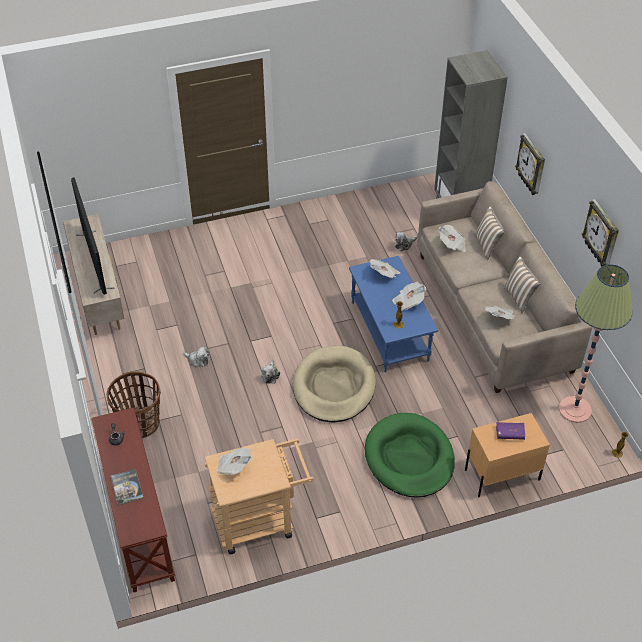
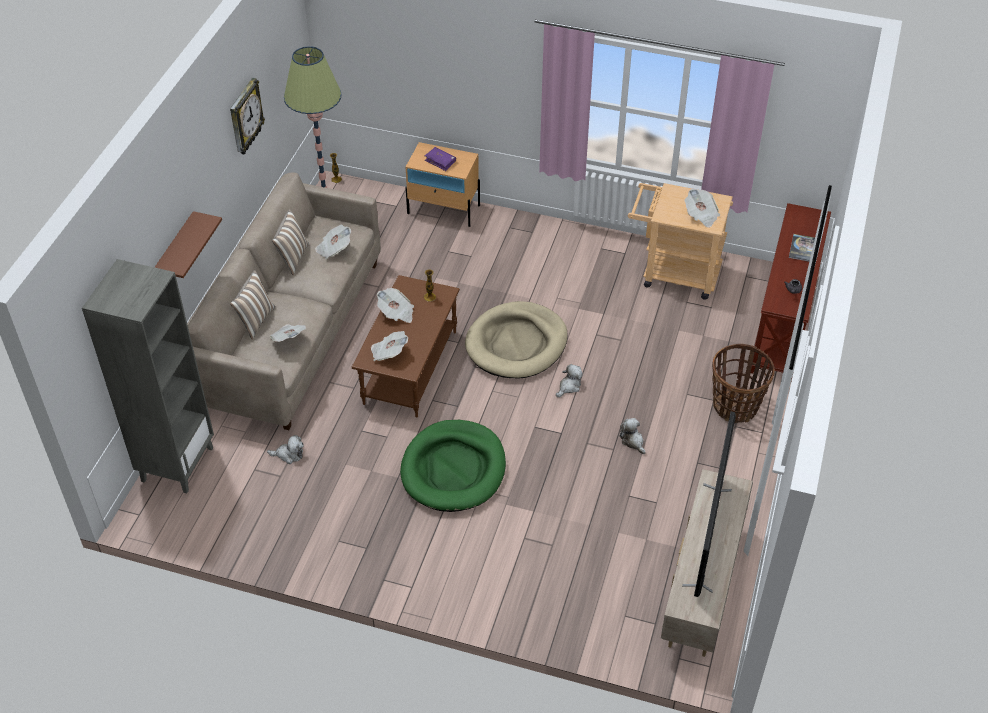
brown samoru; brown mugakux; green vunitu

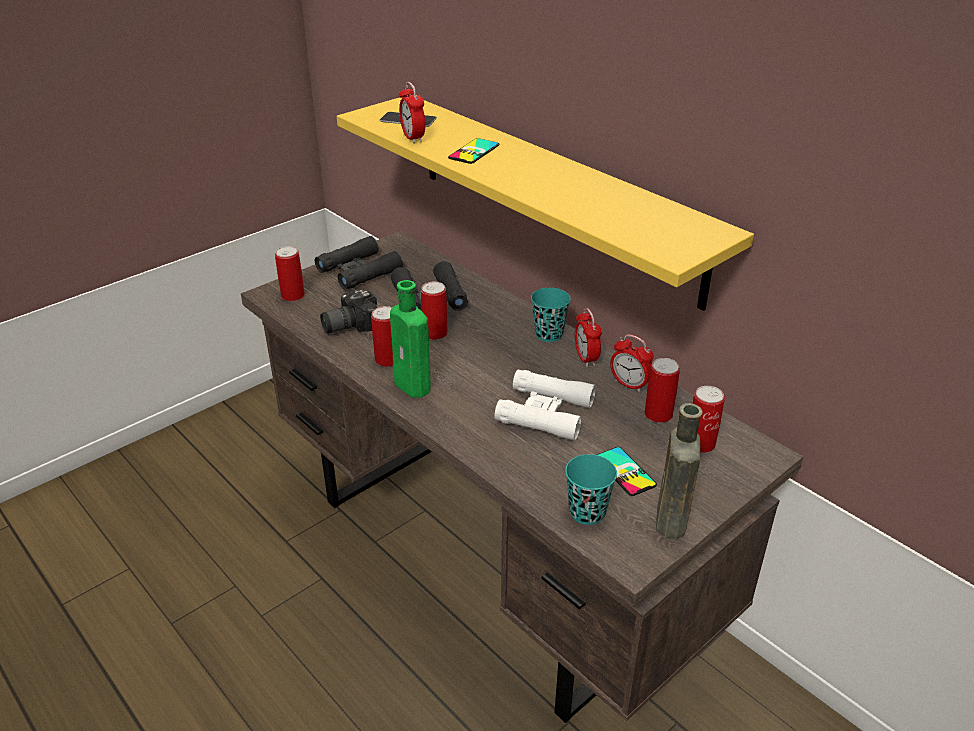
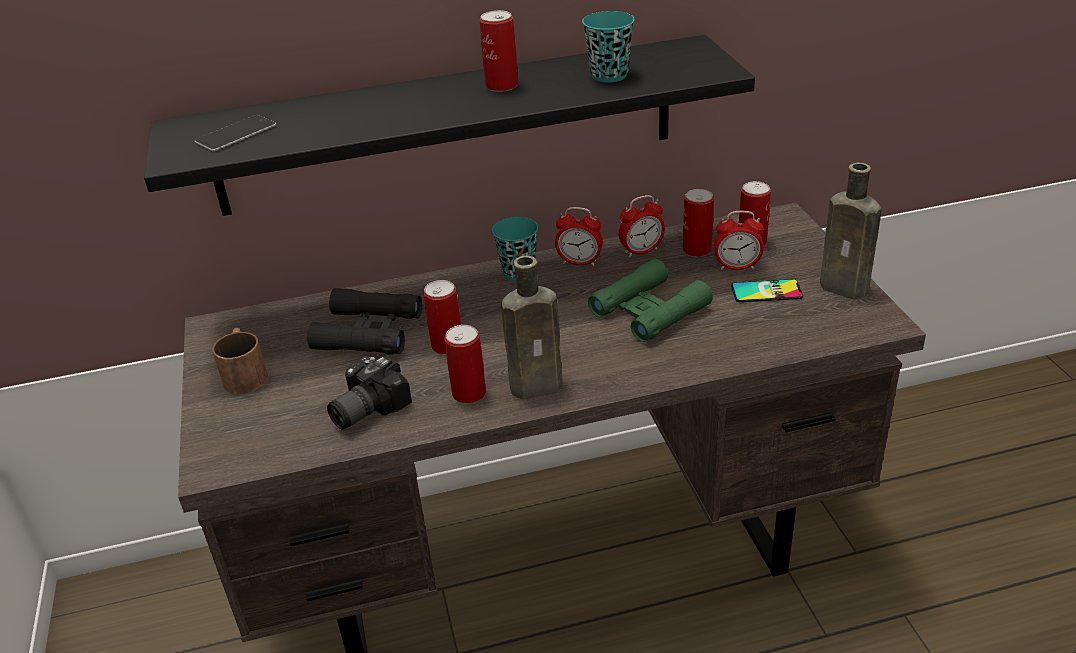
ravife (3rd from left); black samoru; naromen (2nd from left in the first image); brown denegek; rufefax (3rd from left); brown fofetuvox (1st from left); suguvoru; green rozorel; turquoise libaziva (2nd from left)

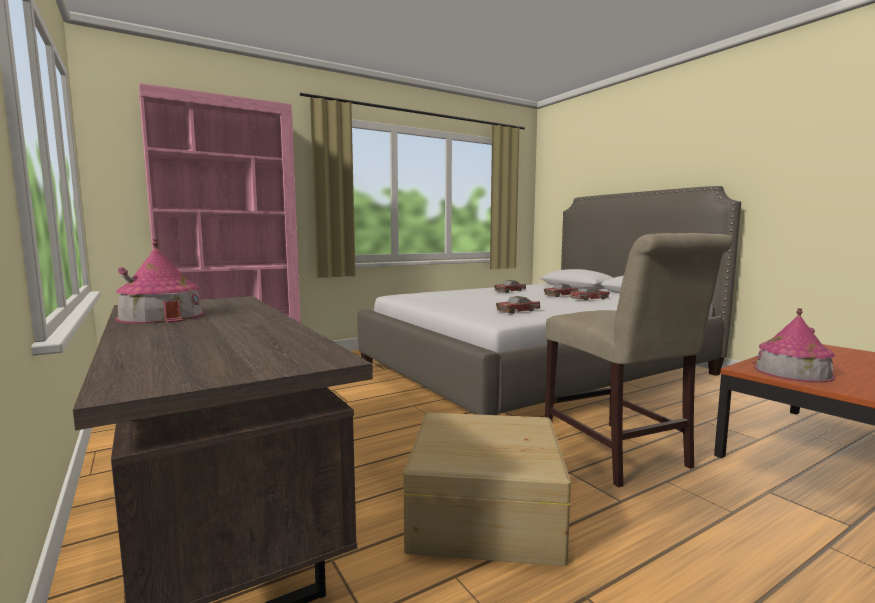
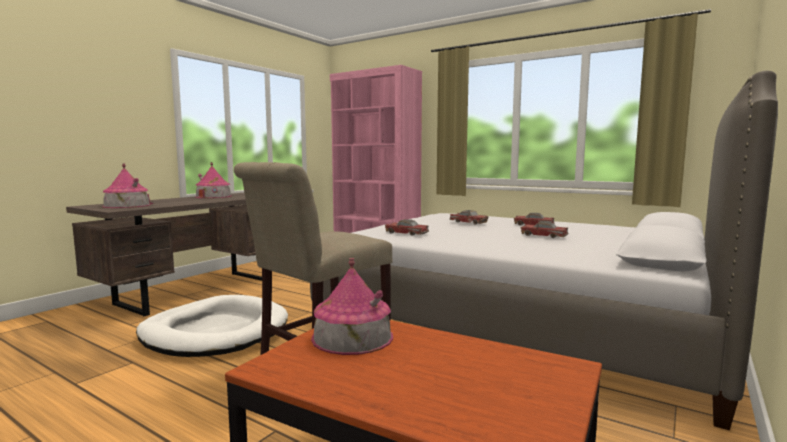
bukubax (2nd from left); white vunitu; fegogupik (1st from left)

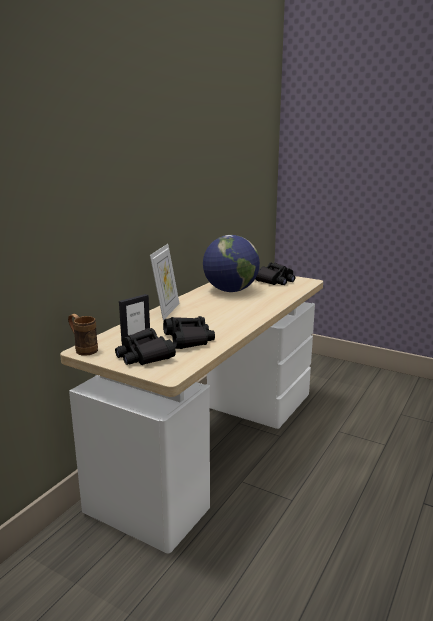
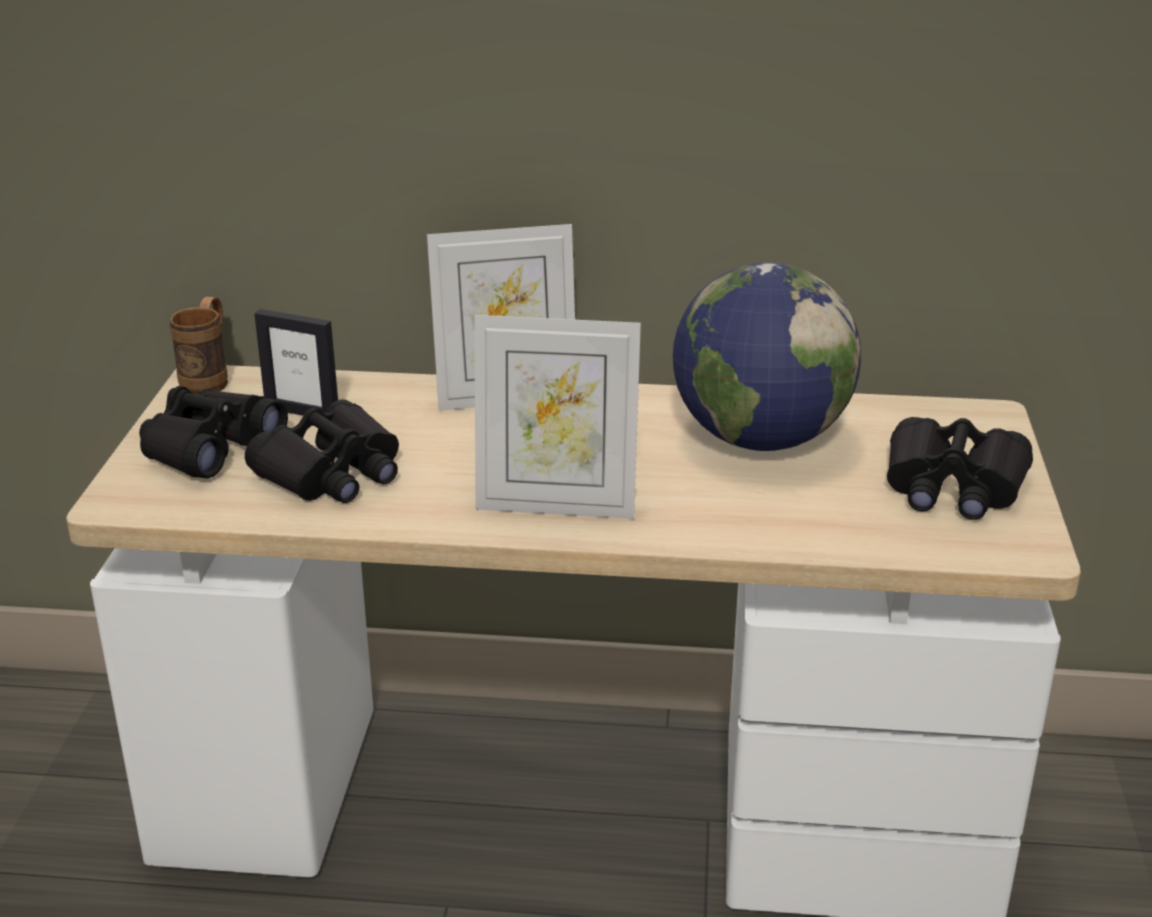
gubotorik (3rd from left)

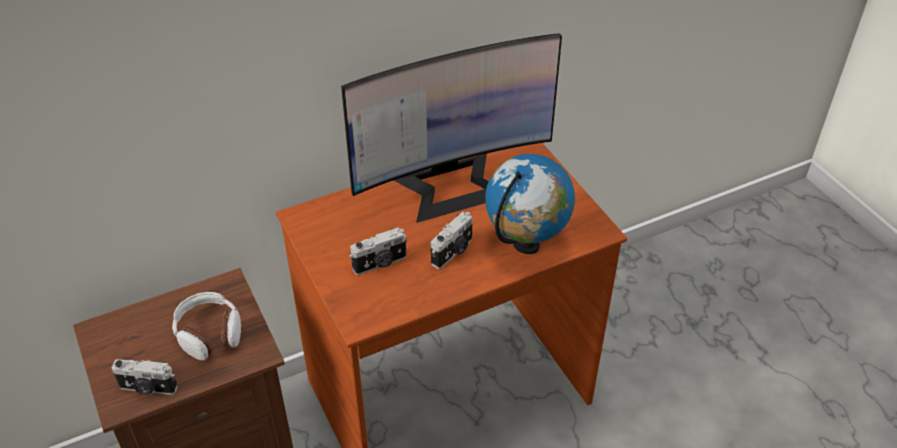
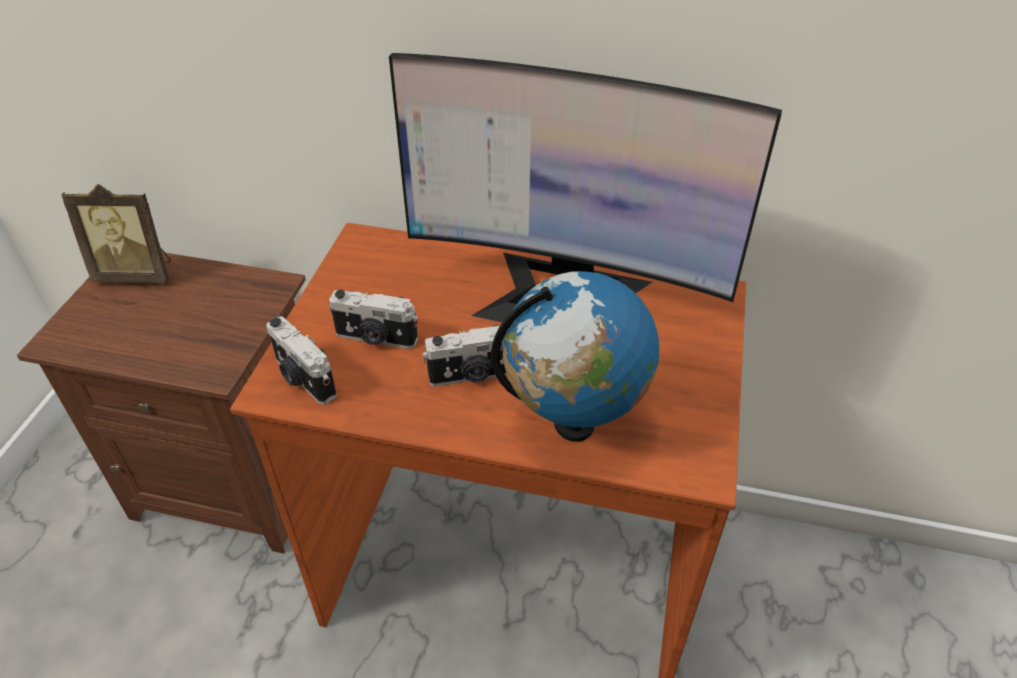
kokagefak; suguvoru (1st from left); gubotorik

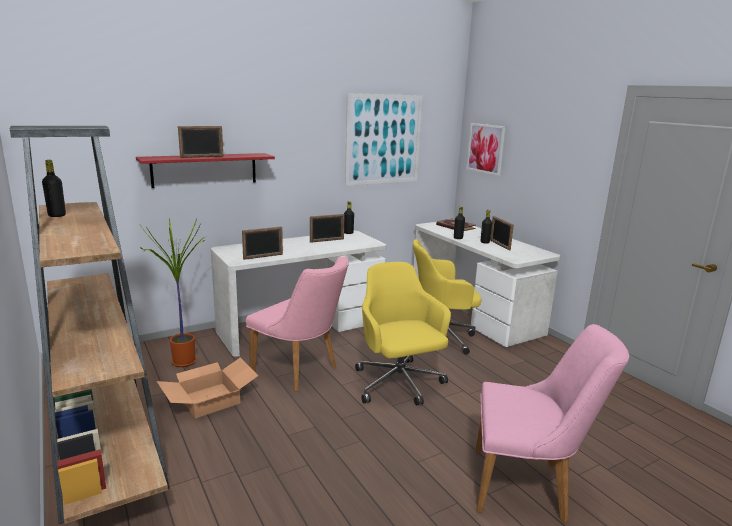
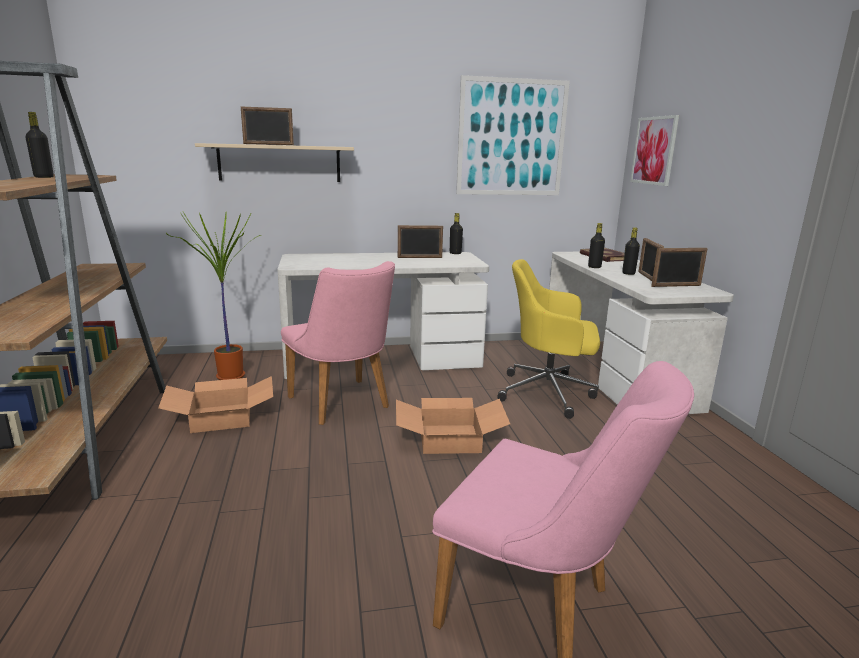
beige samoru; gubotorik (4th from left); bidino (2nd from left)

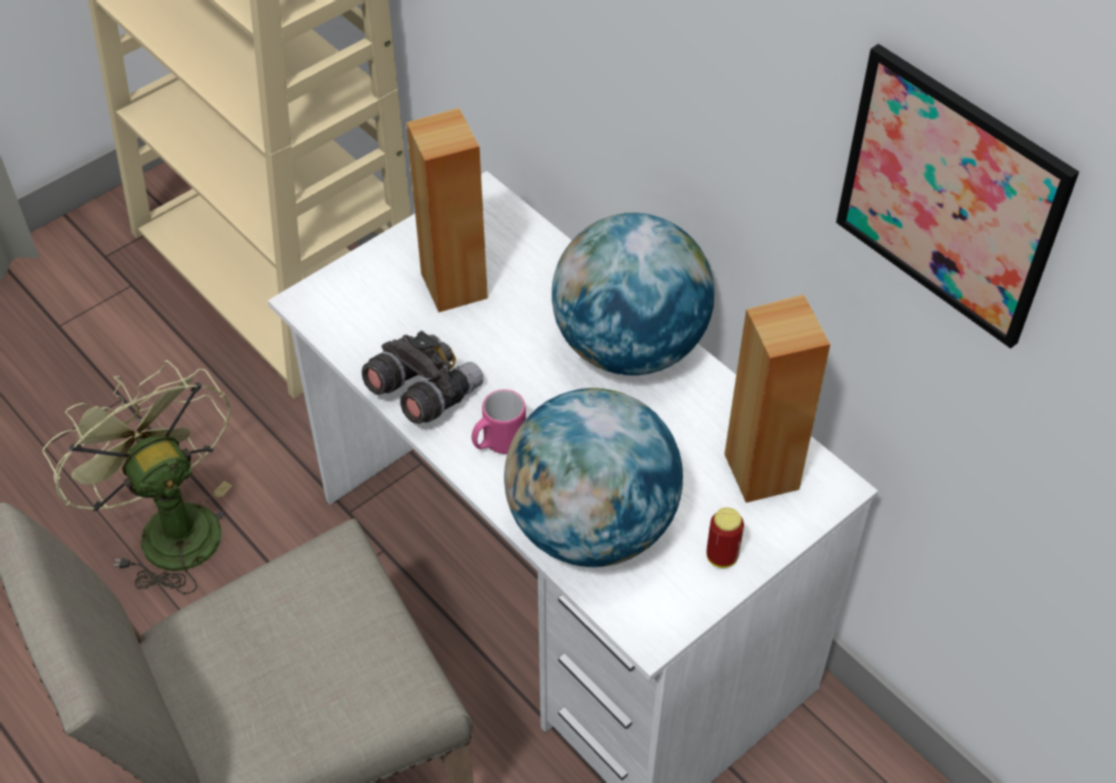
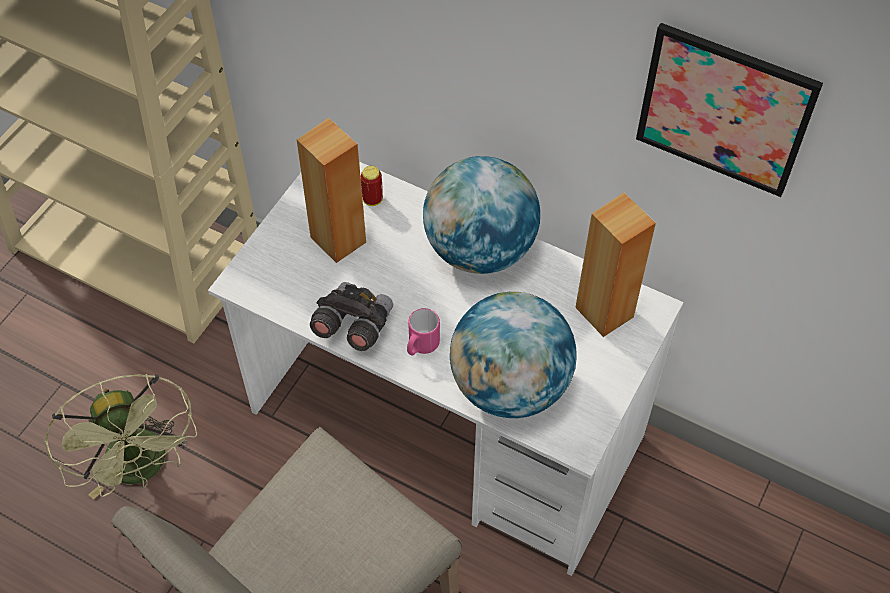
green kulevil; rufefax

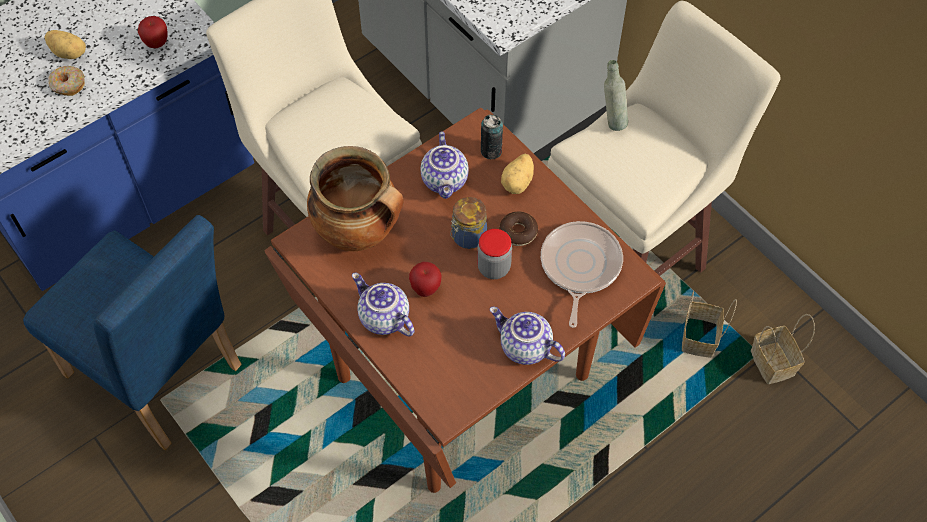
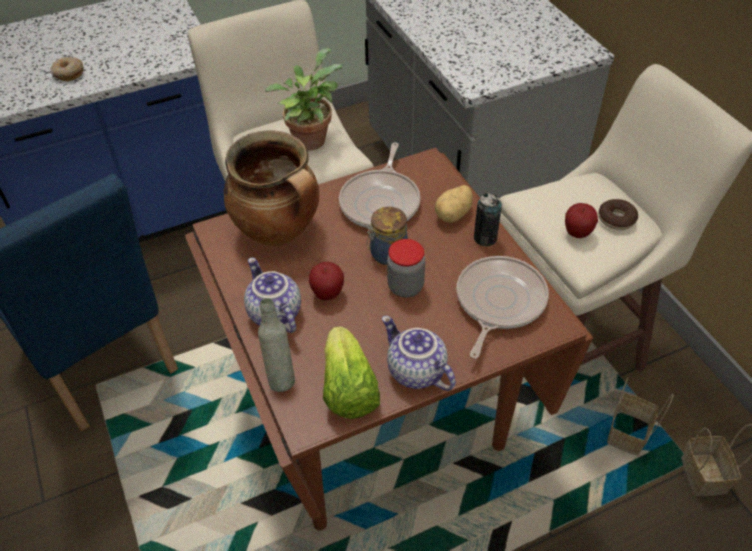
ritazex (2nd from left); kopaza (1st from left in the first image); grey fofetuvox; rufefax; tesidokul (1st from left); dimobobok (2nd from left); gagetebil; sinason

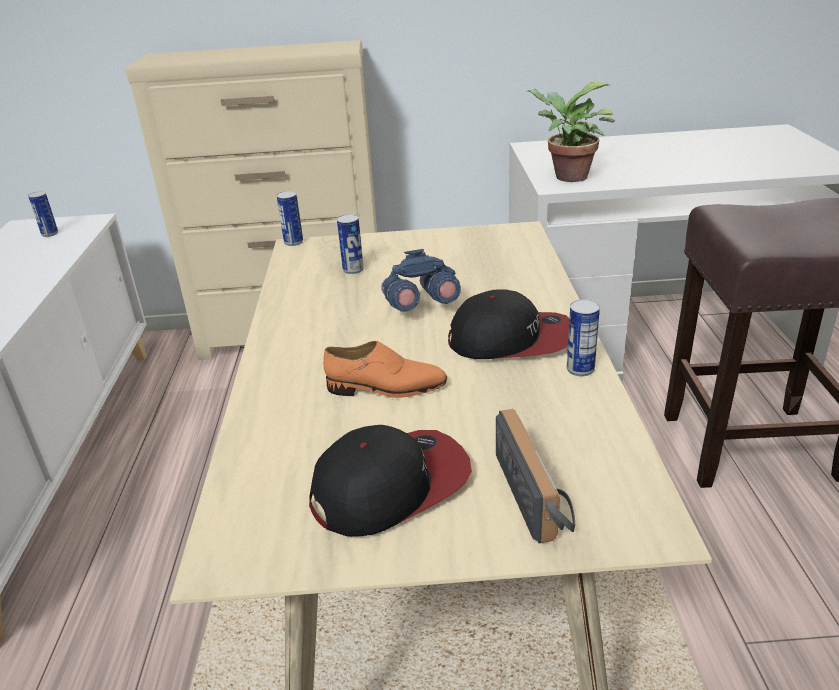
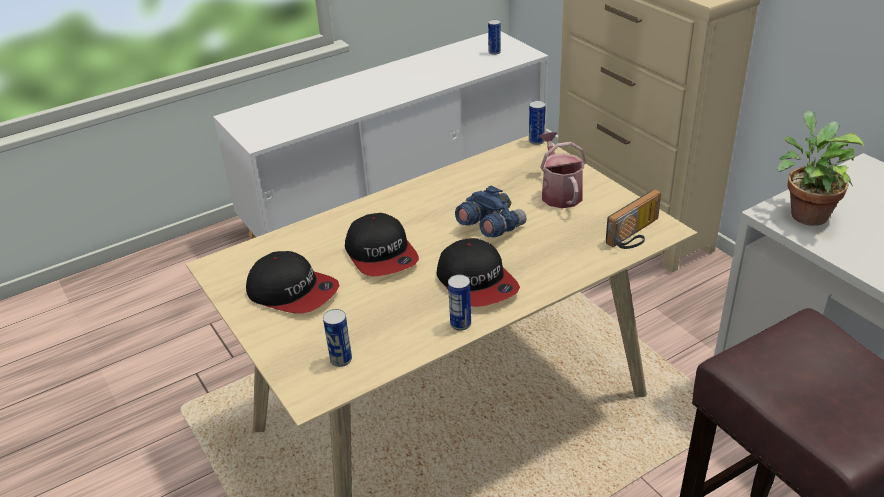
rufefax (1st from left); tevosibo (2nd from left); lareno; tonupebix

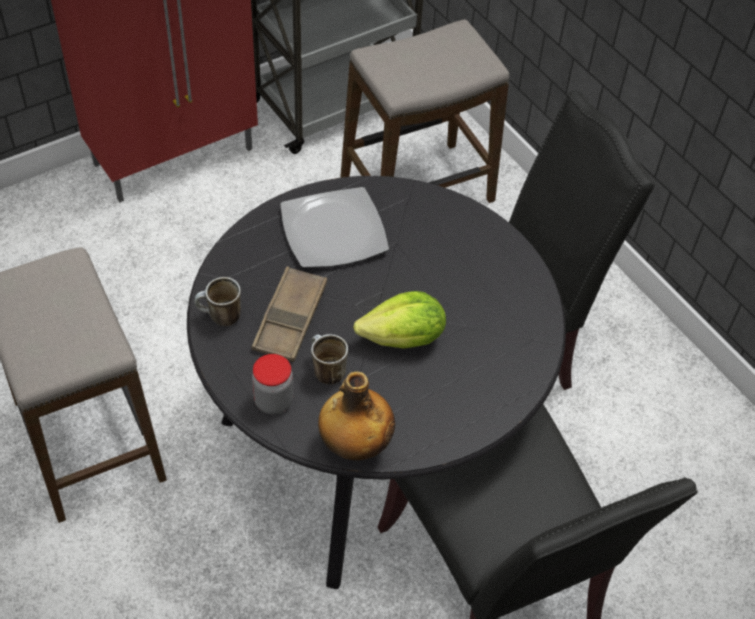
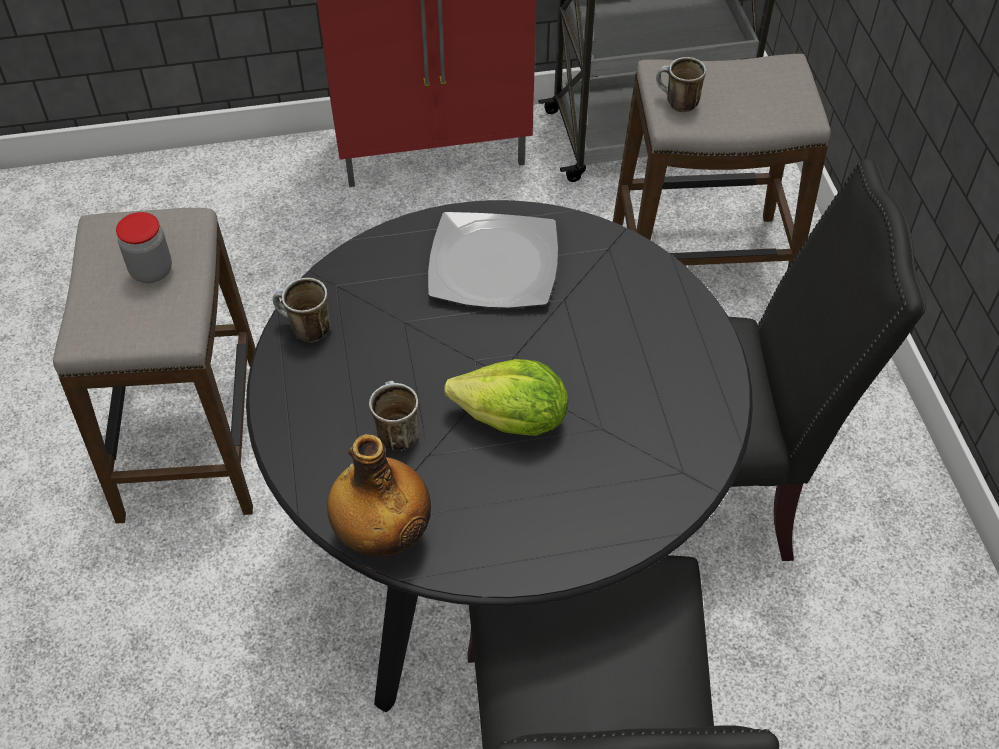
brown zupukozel; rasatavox; denegek (3rd from left)

